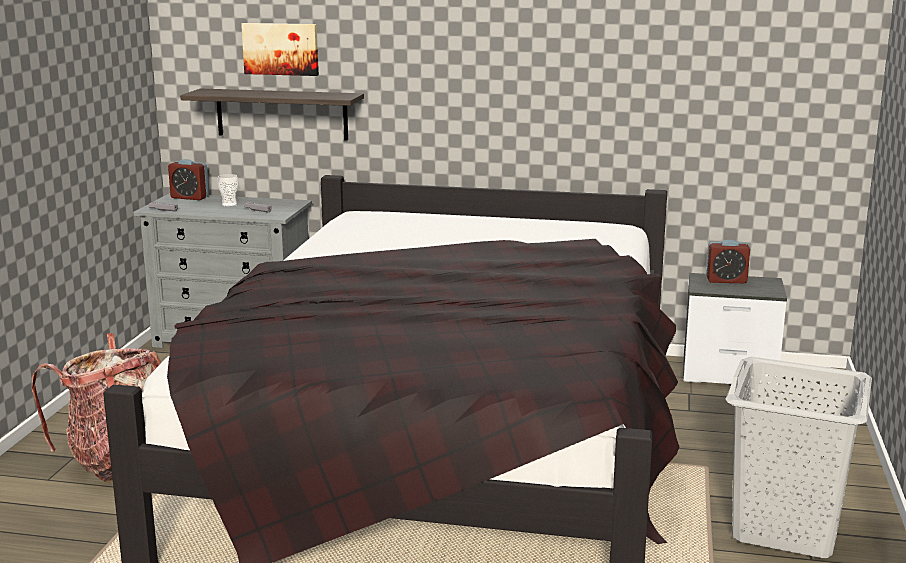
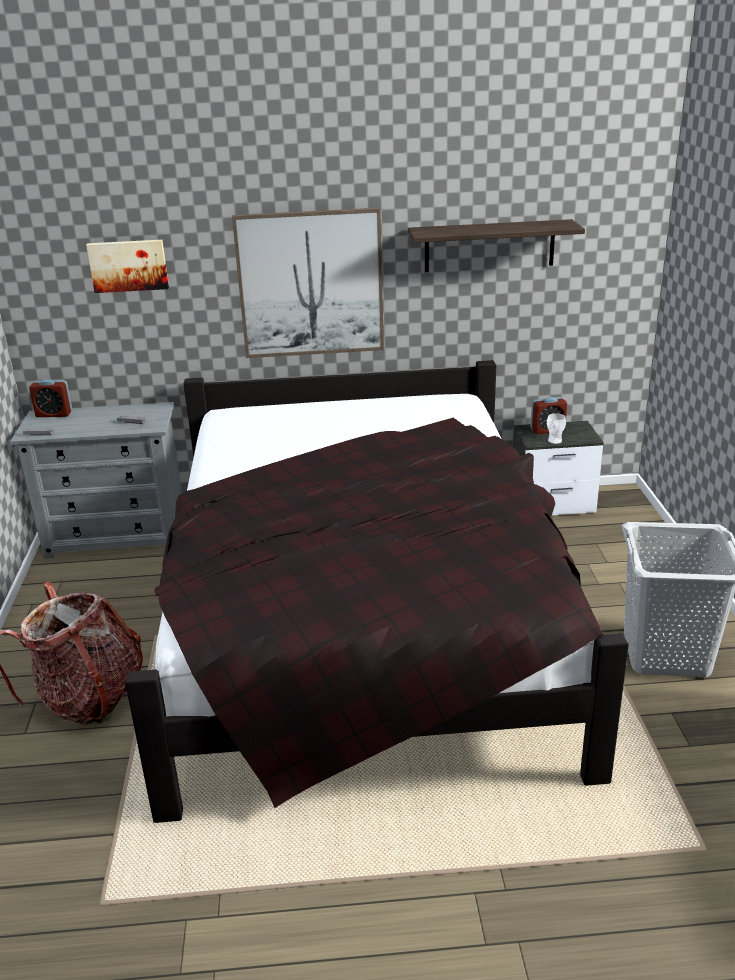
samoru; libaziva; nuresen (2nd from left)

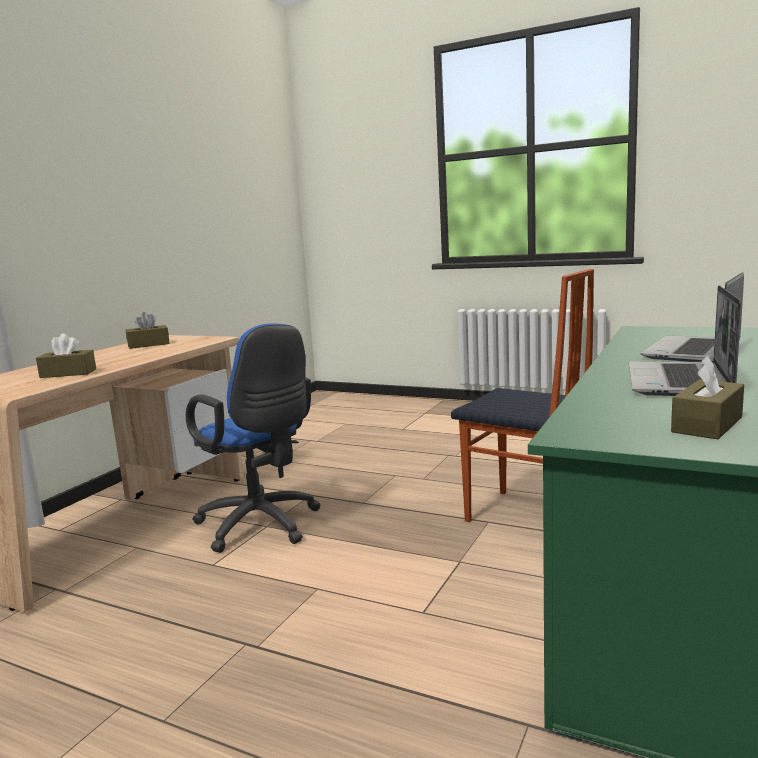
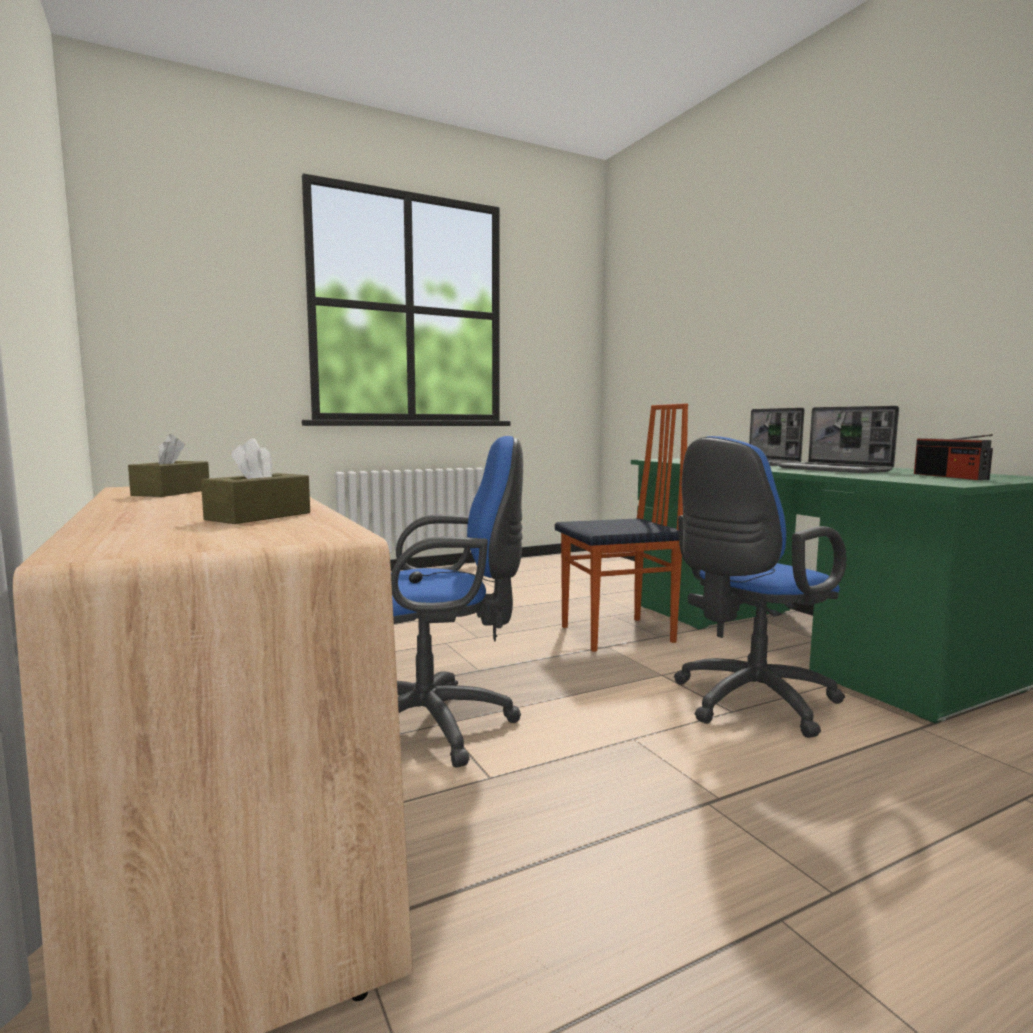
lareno; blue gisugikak (2nd from left)

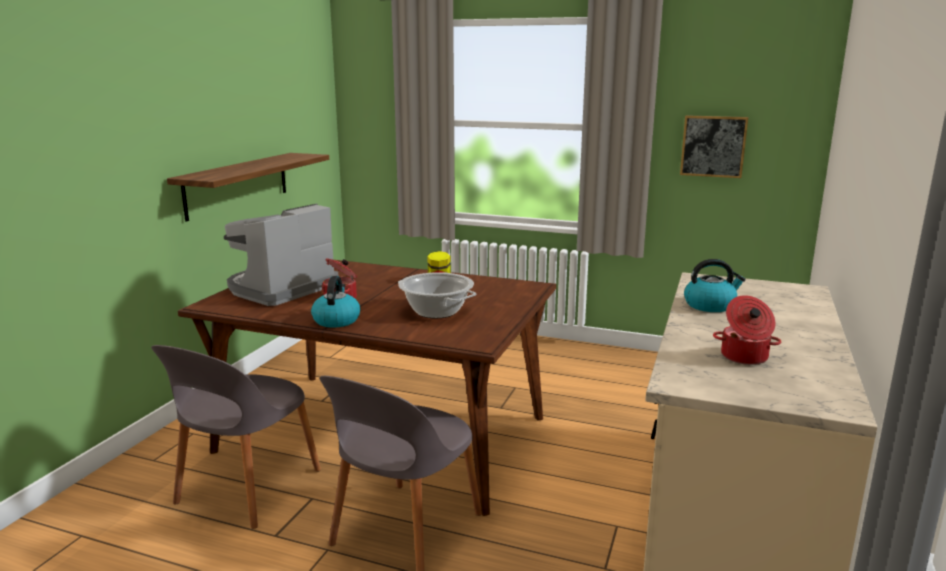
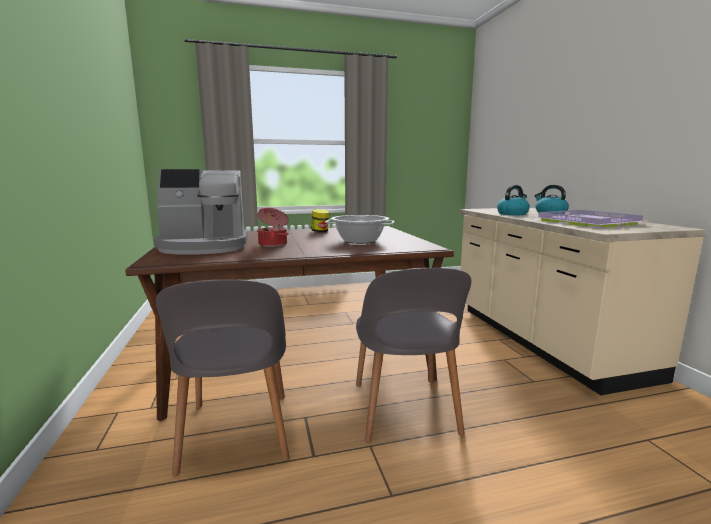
nuresen; samoru; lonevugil; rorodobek (2nd from left); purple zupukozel

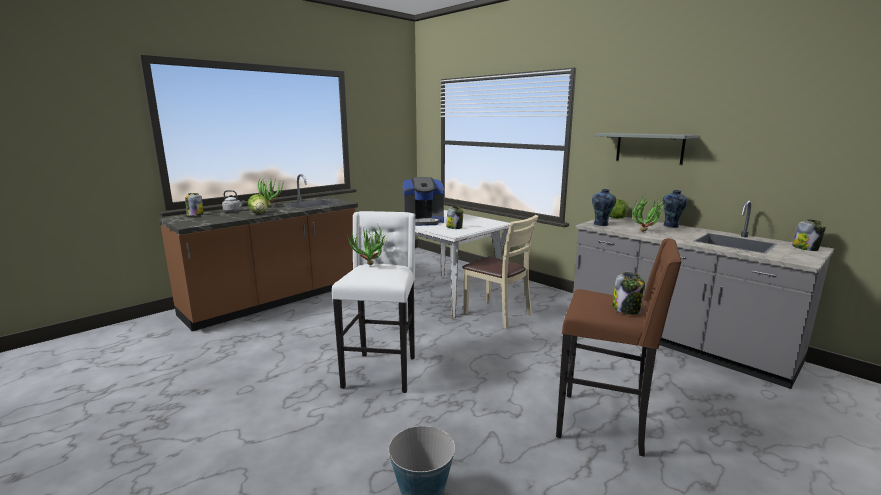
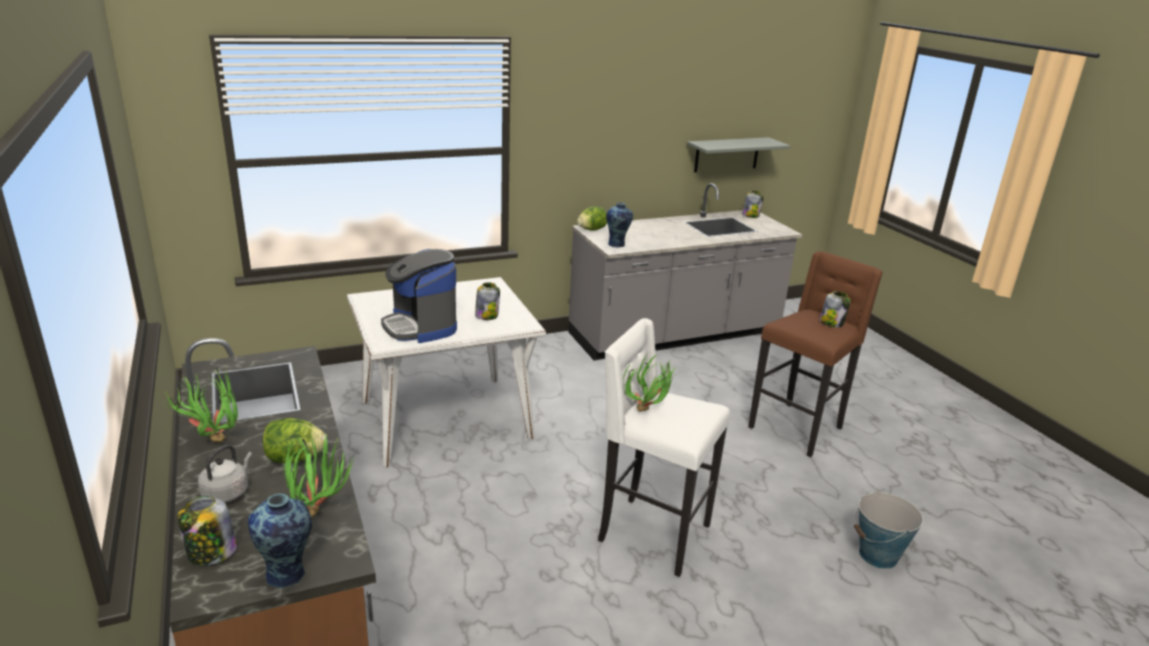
grey samoru; lonevugil; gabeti (1st from left); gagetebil (2nd from left); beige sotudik

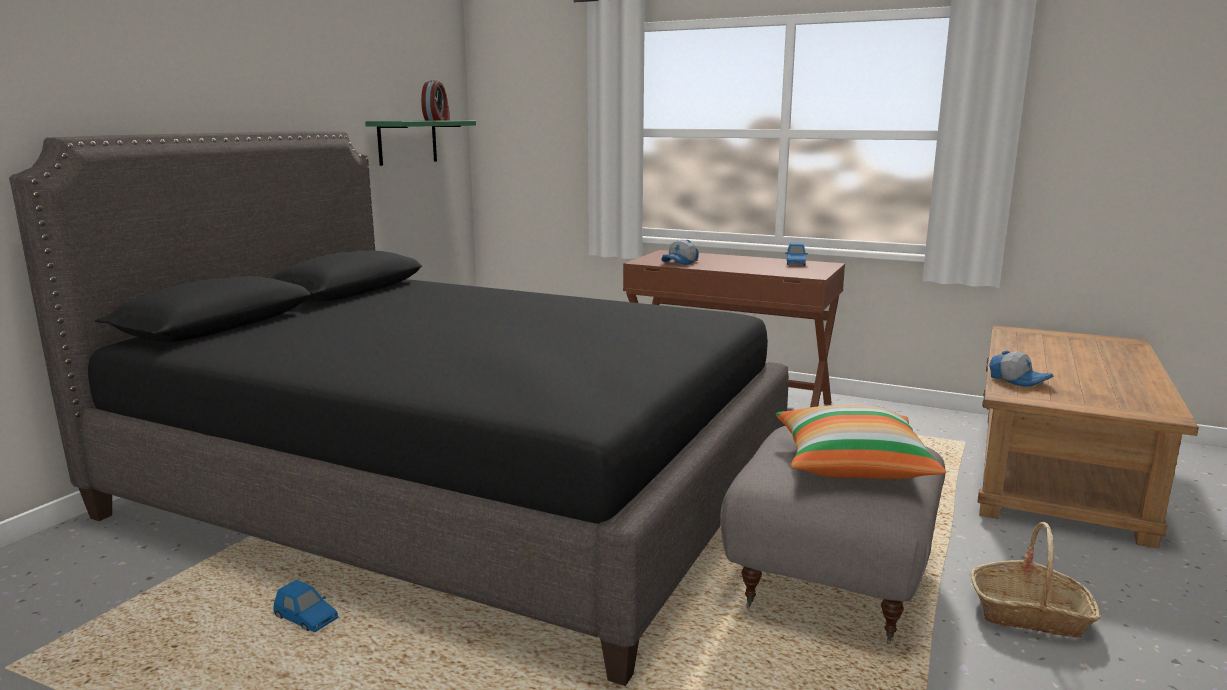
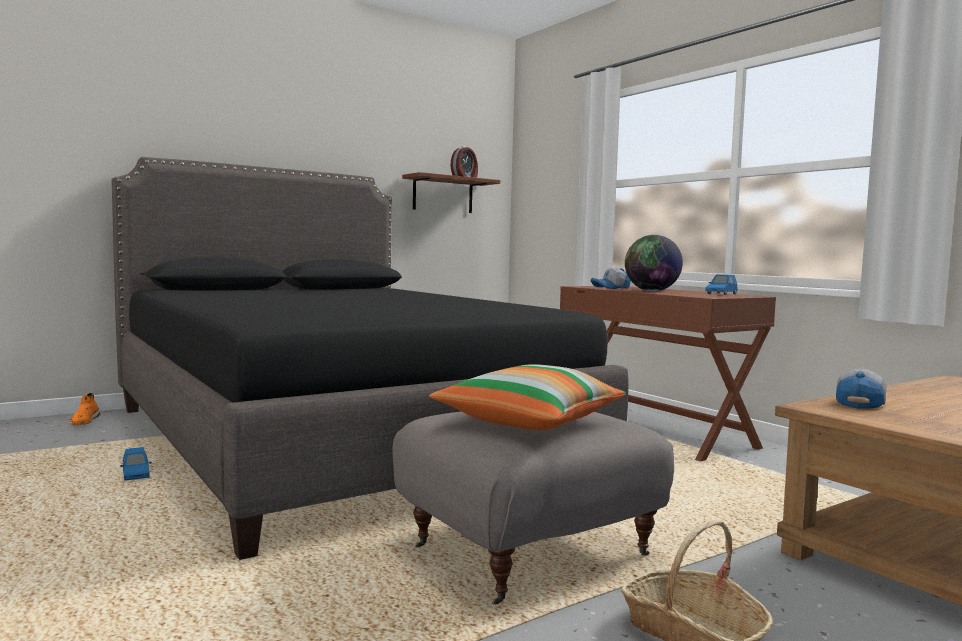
brown samoru; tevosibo (2nd from left); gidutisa; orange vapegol

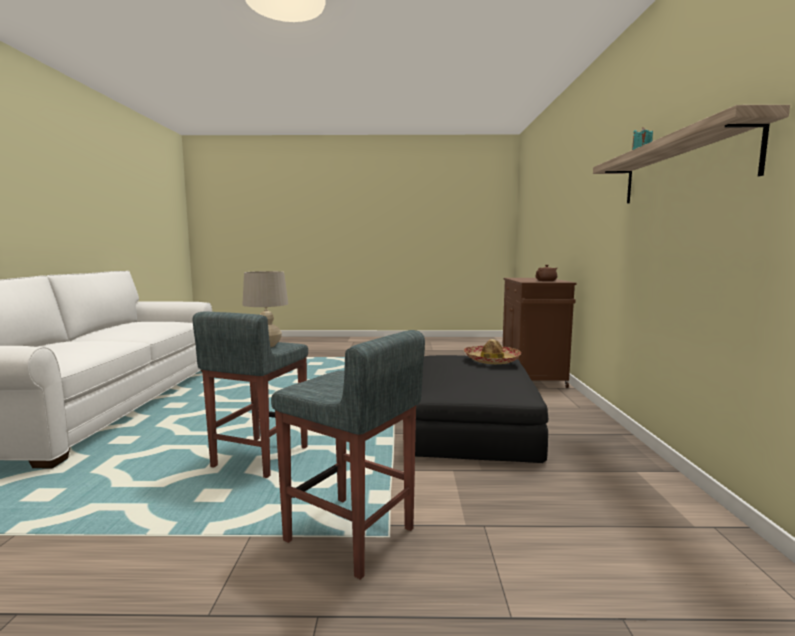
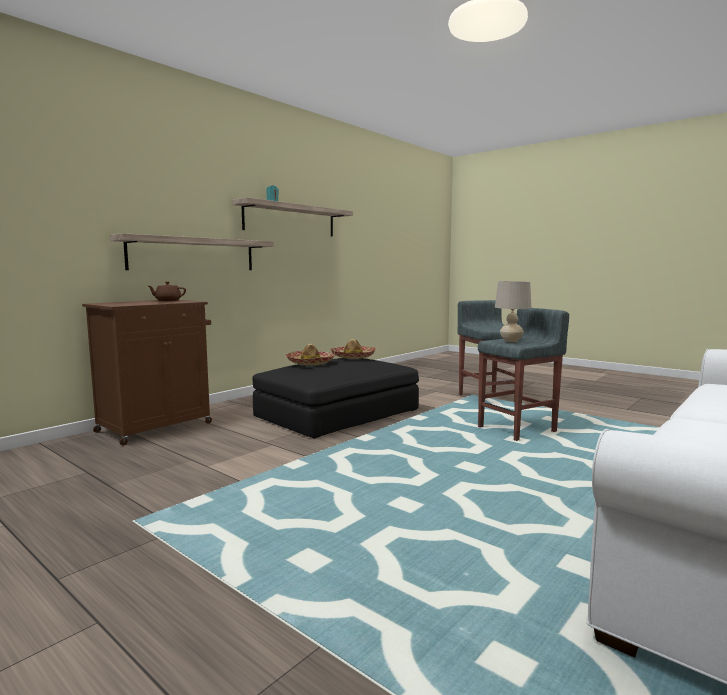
samoru (1st from left); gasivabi (2nd from left)

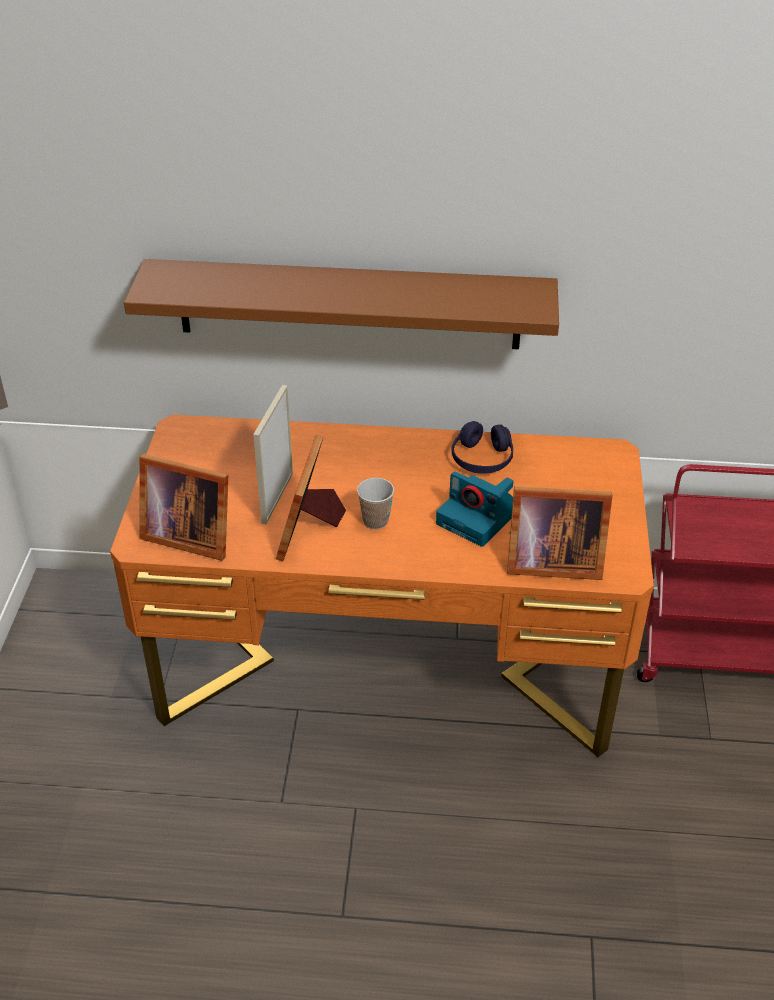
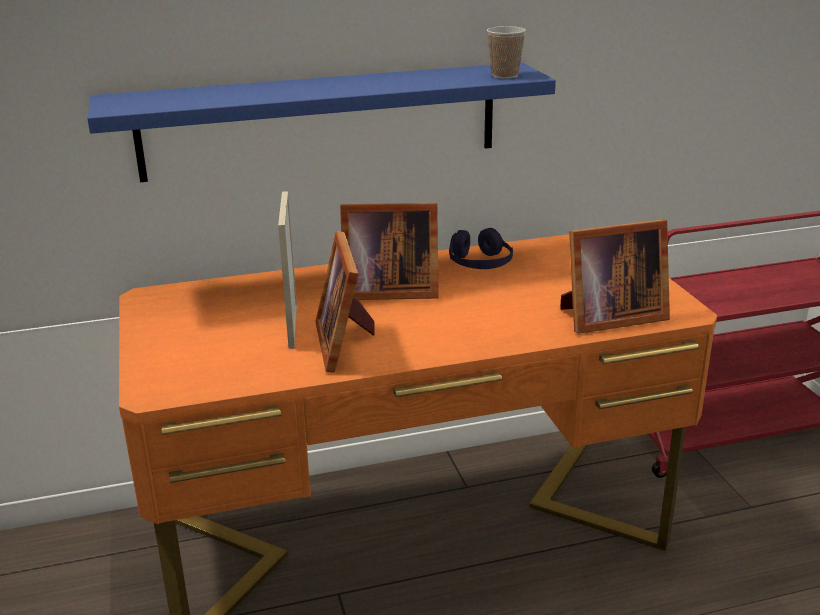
blue samoru; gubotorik (3rd from left); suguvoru; libaziva

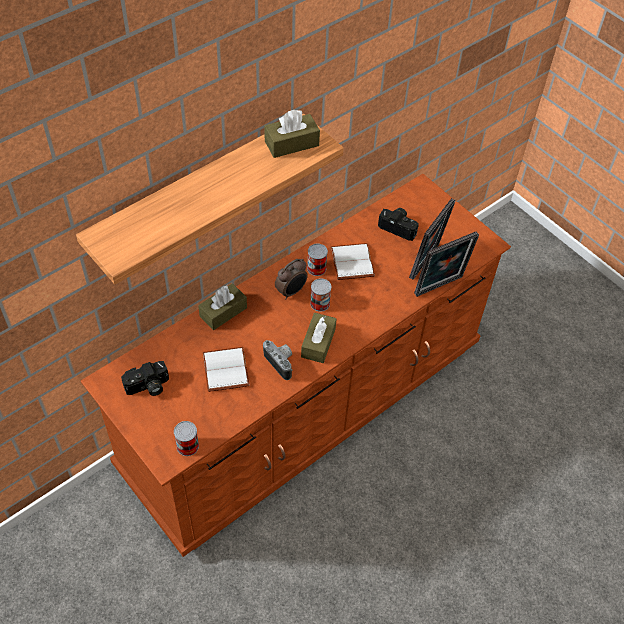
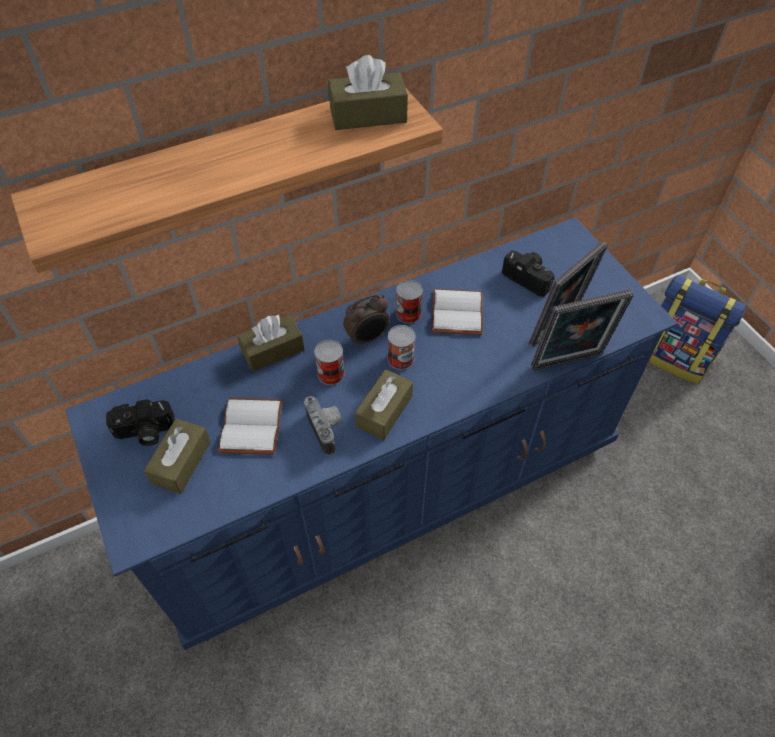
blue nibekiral; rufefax (1st from left); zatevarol; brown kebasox (1st from left)

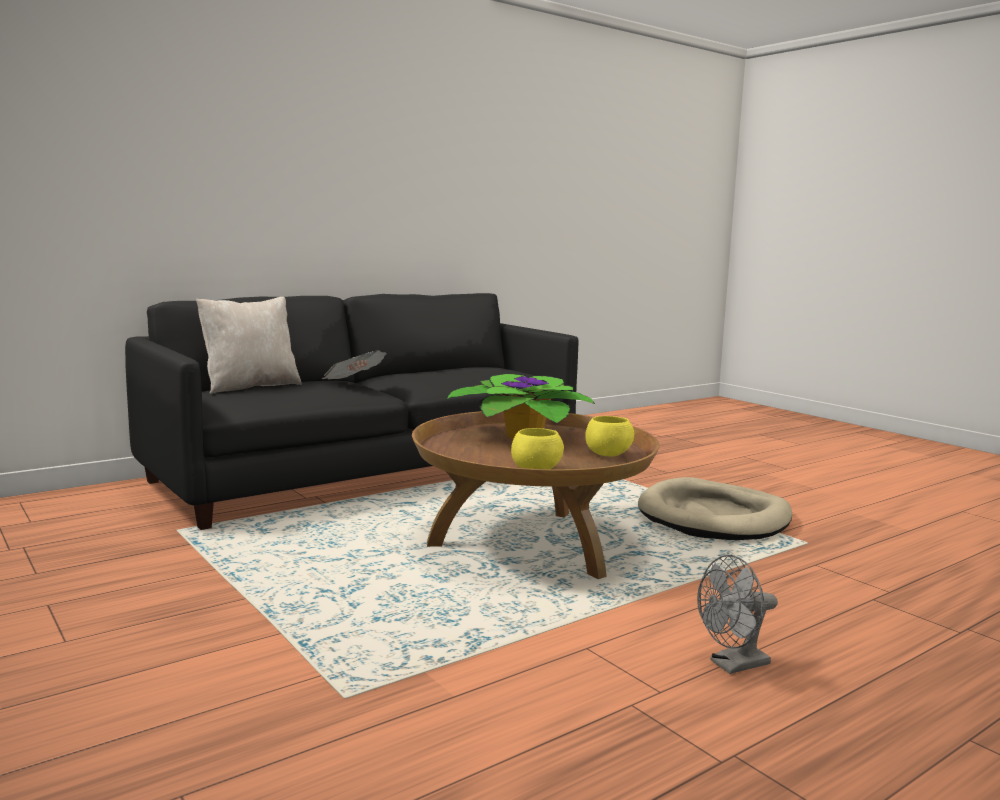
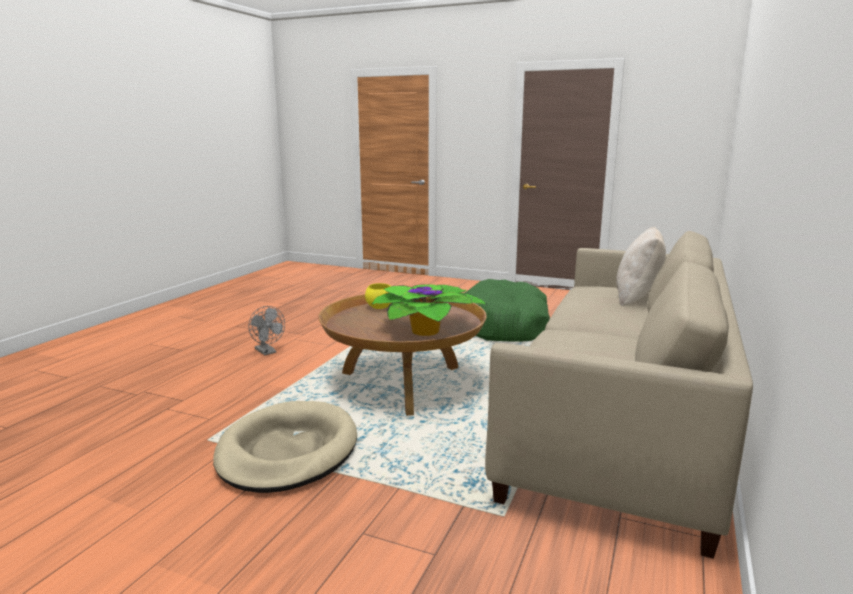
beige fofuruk; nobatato; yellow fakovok (2nd from left in the first image); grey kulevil; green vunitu

